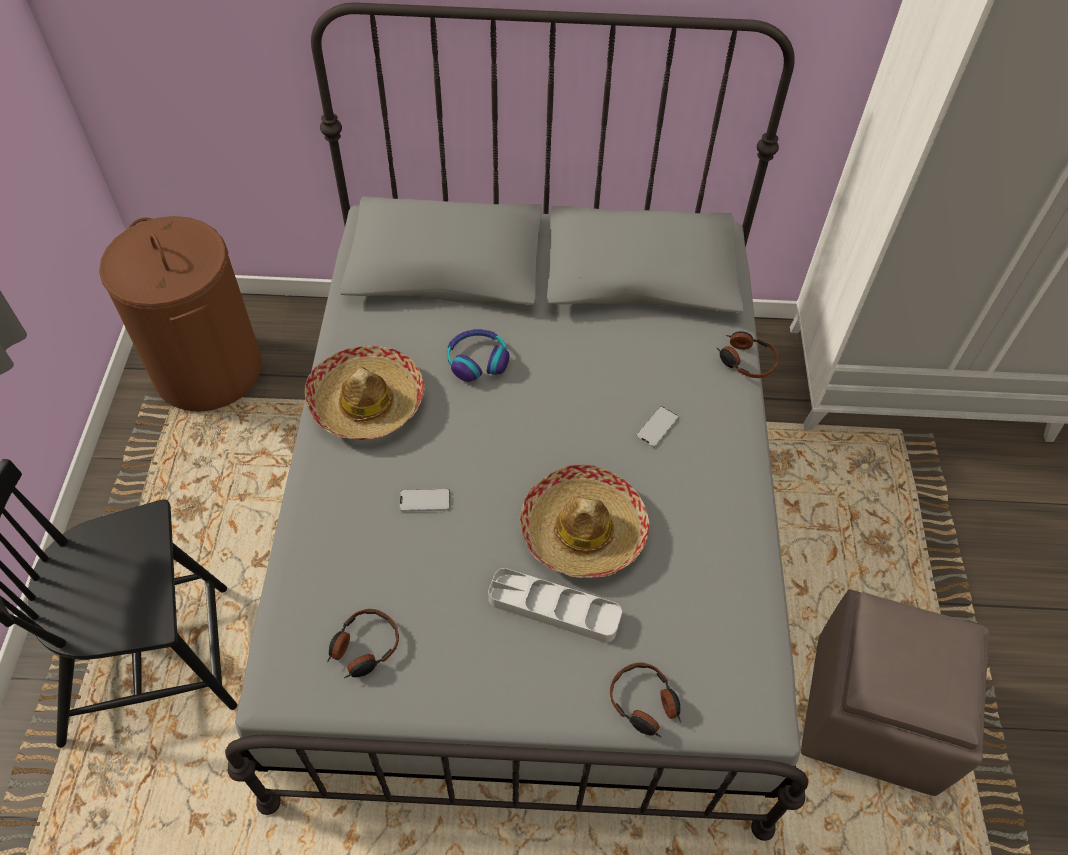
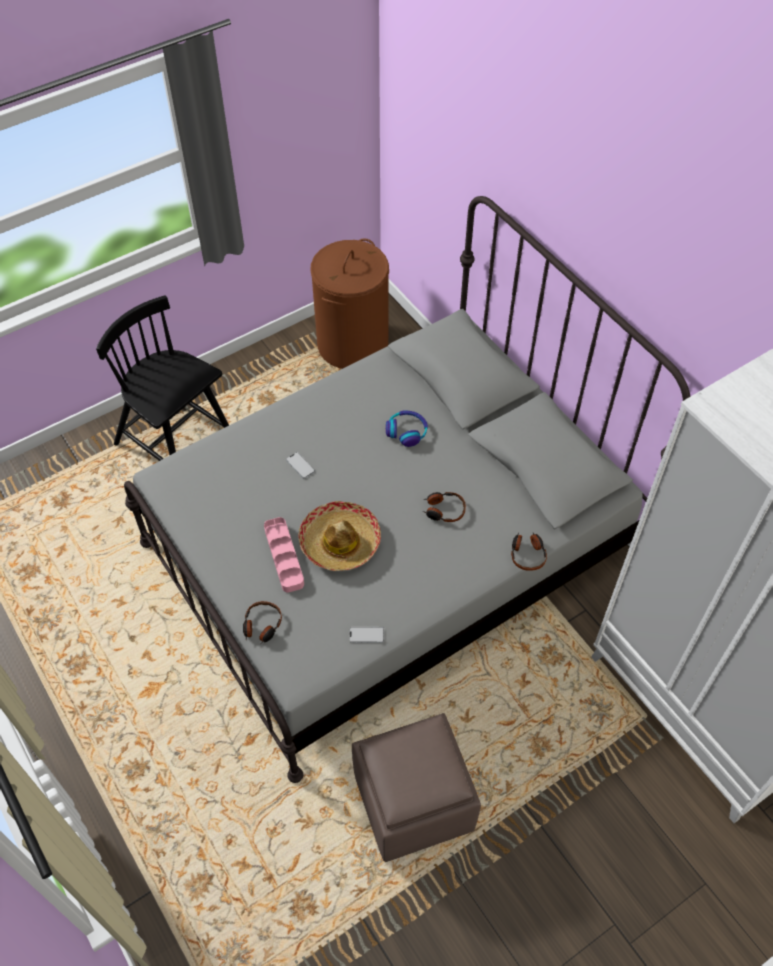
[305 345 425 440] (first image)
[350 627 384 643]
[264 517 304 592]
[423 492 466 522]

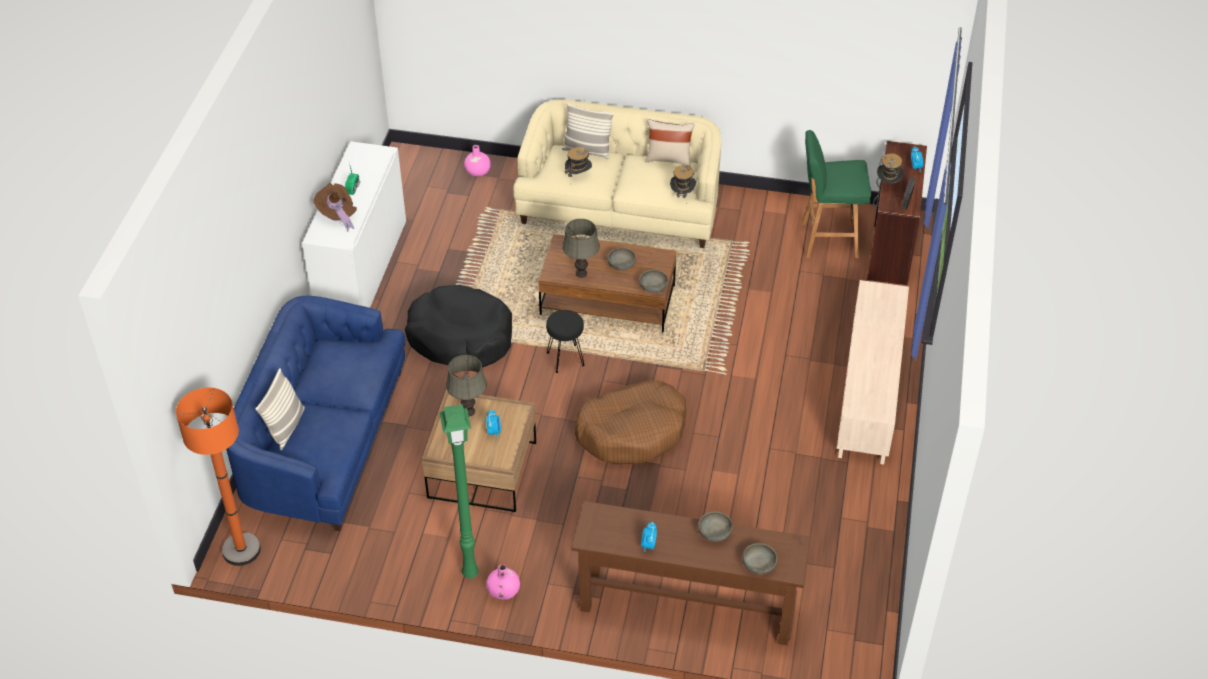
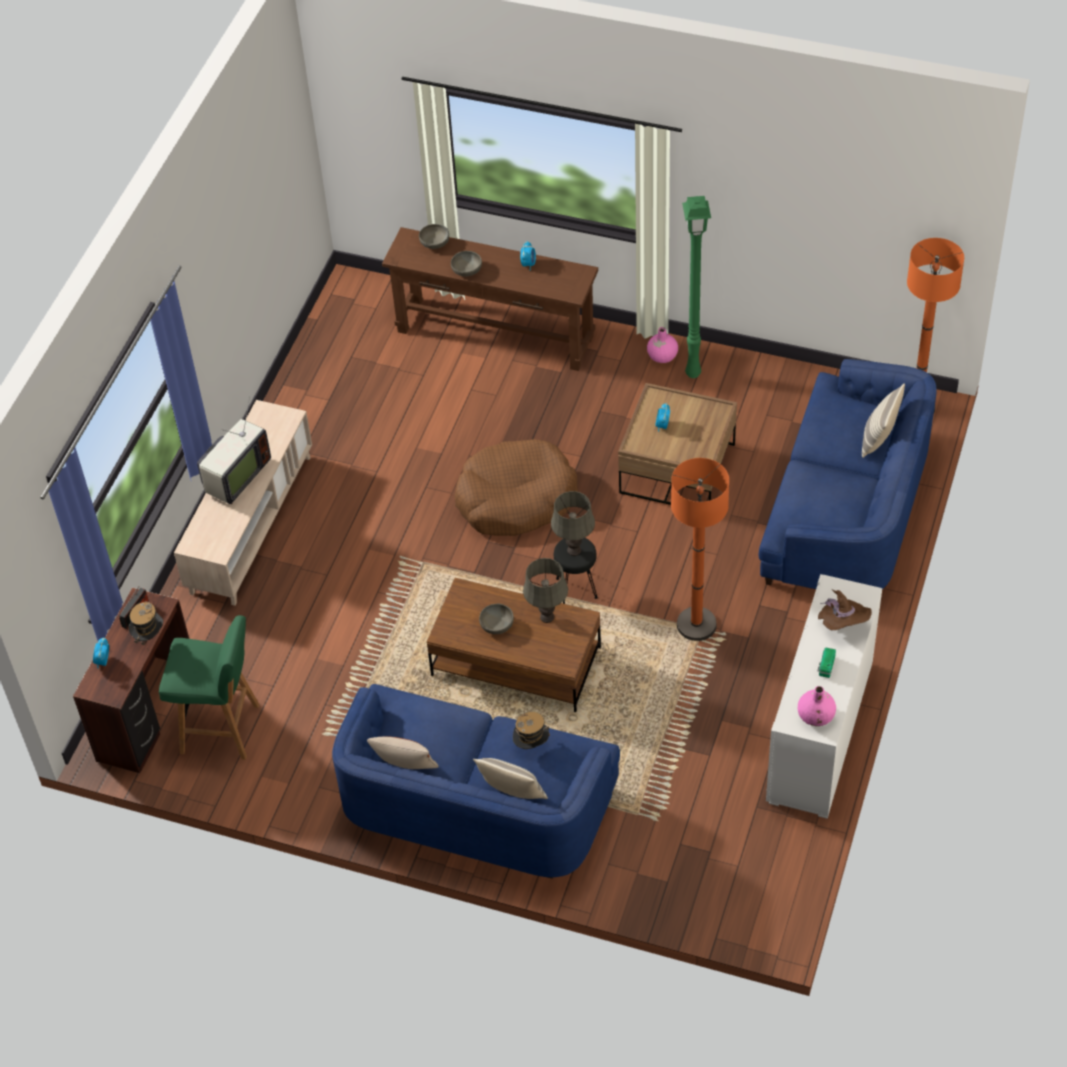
[332 684 620 879]
[798 686 836 726]
[670 165 696 198] (first image)
[639 270 668 293] (first image)
[671 458 729 641]
[551 491 595 556]
[197 397 271 504]

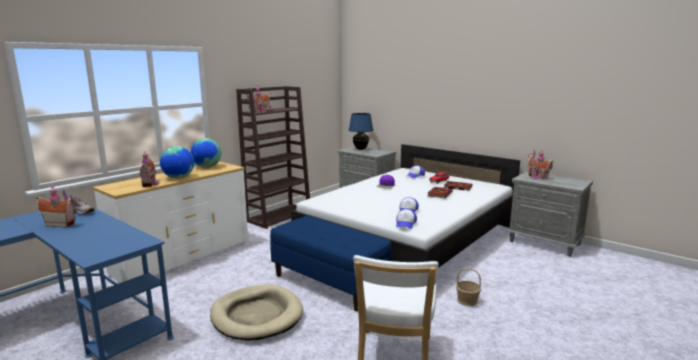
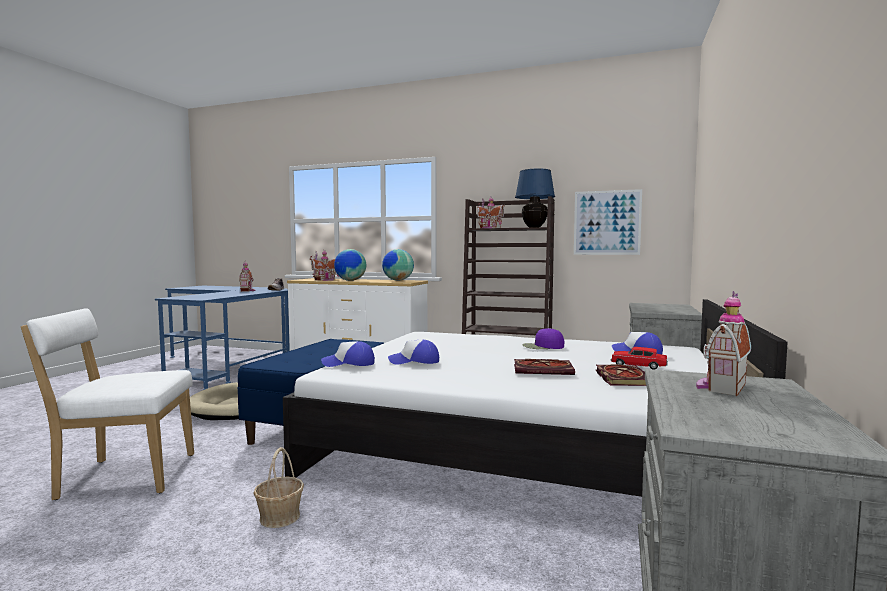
[515 169 555 228]
[574 189 642 255]

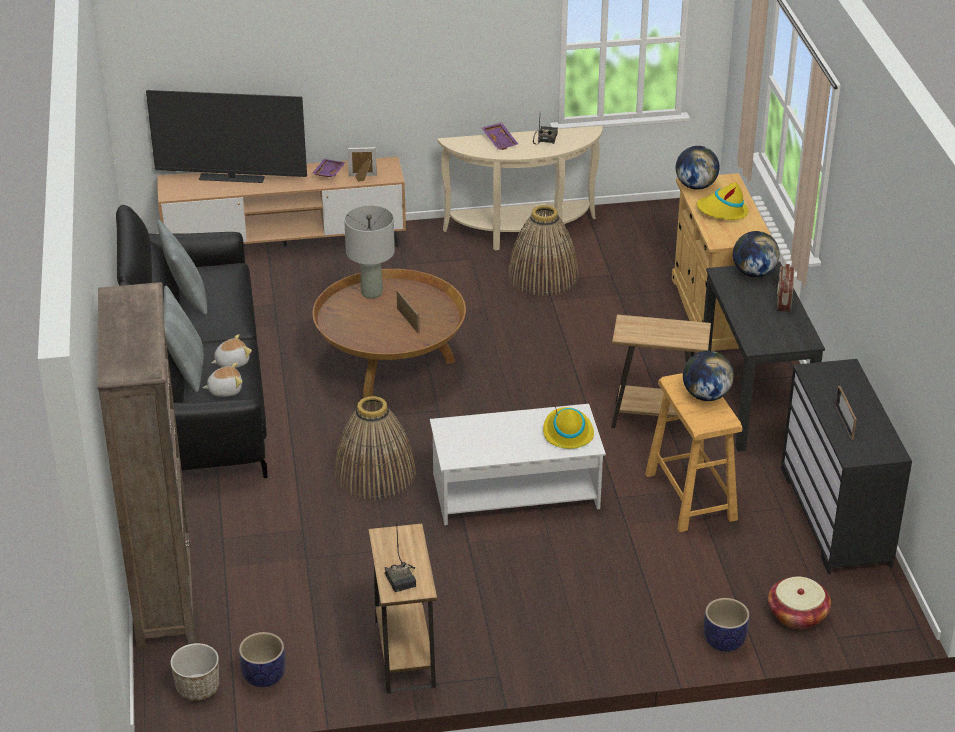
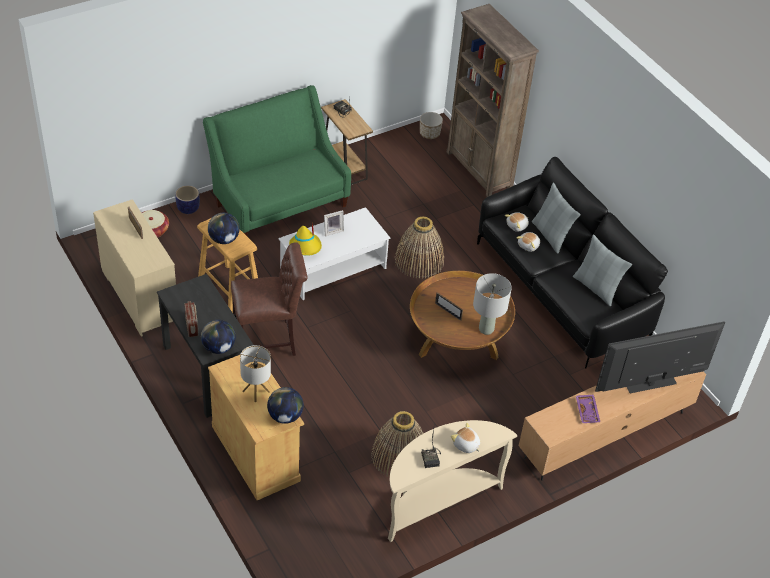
[451 423 480 453]
[324 210 344 236]
[240 345 271 403]
[231 243 308 356]
[93 199 176 337]
[239 632 285 687] (first image)
[203 85 351 236]

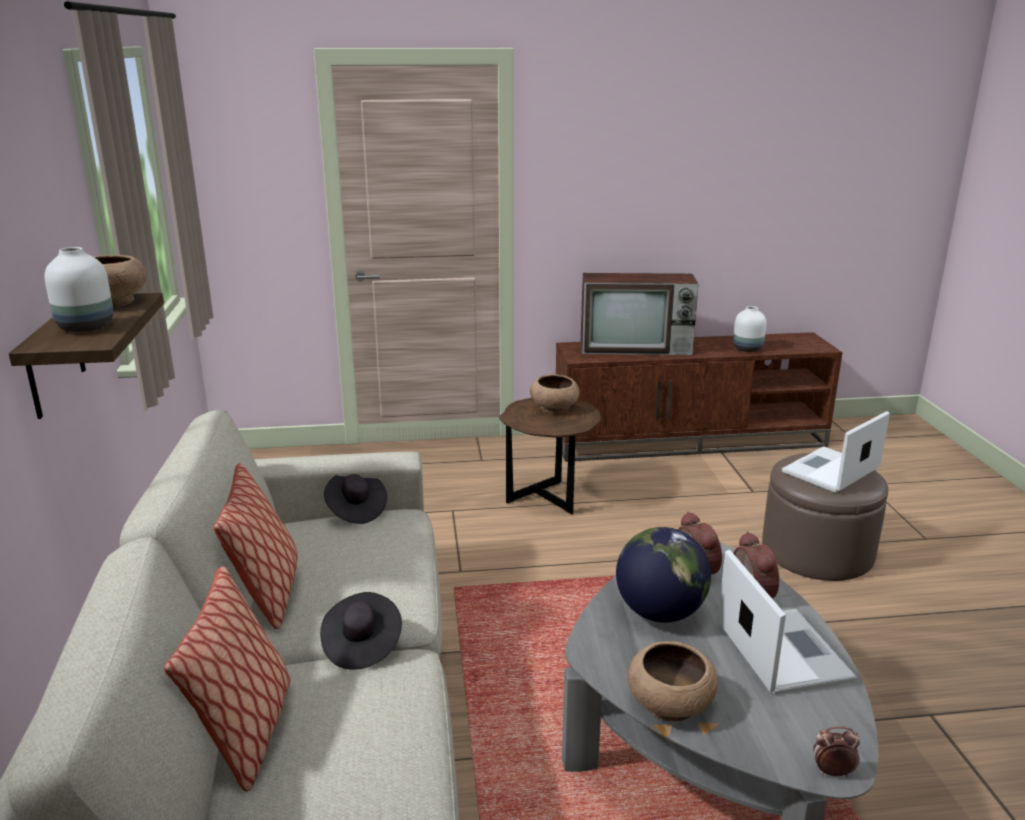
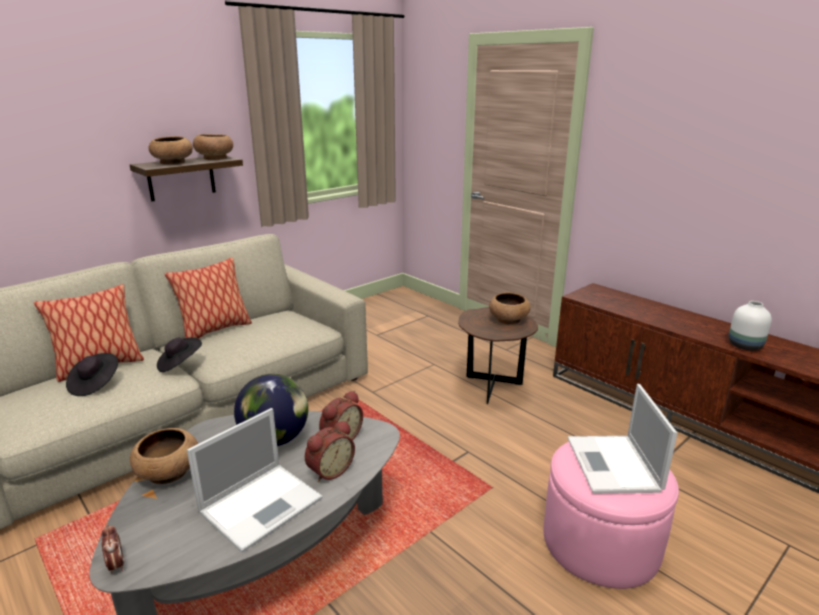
[148 136 193 165]
[581 273 699 355] (first image)
[568 384 678 494]
[543 442 679 589]
[66 353 118 396]

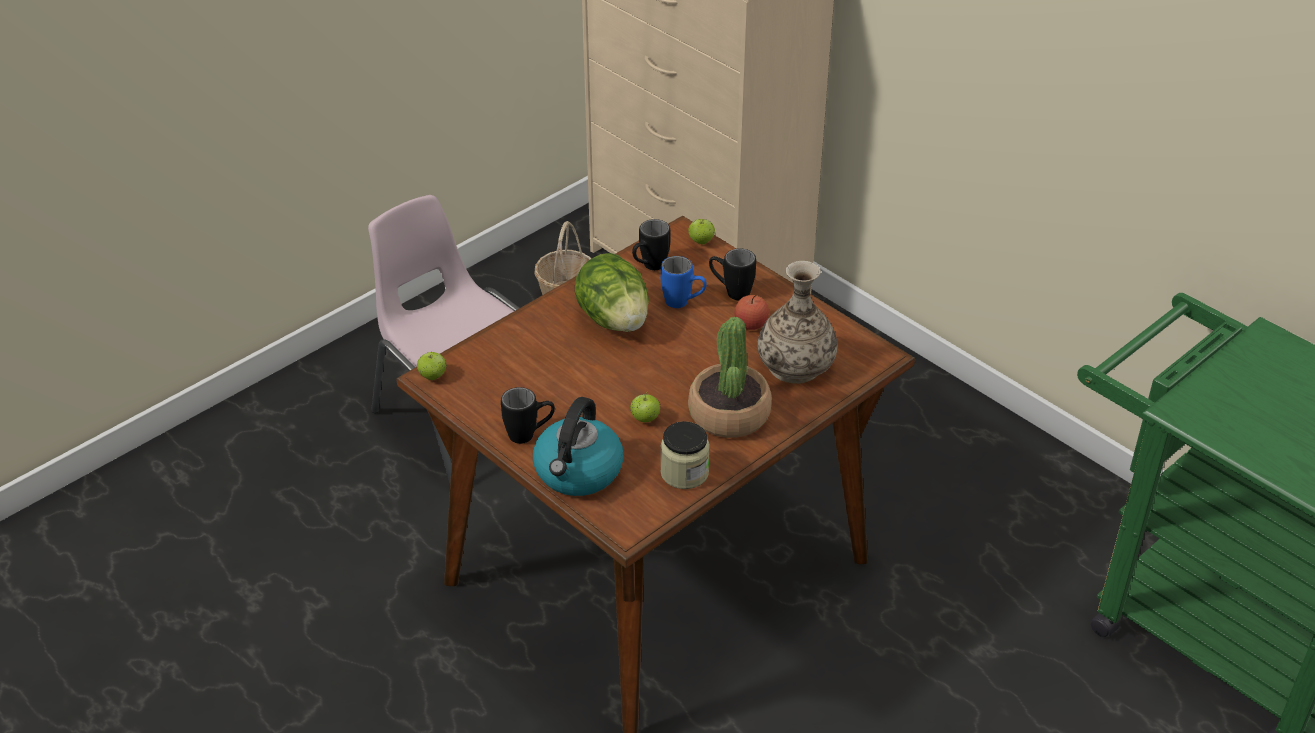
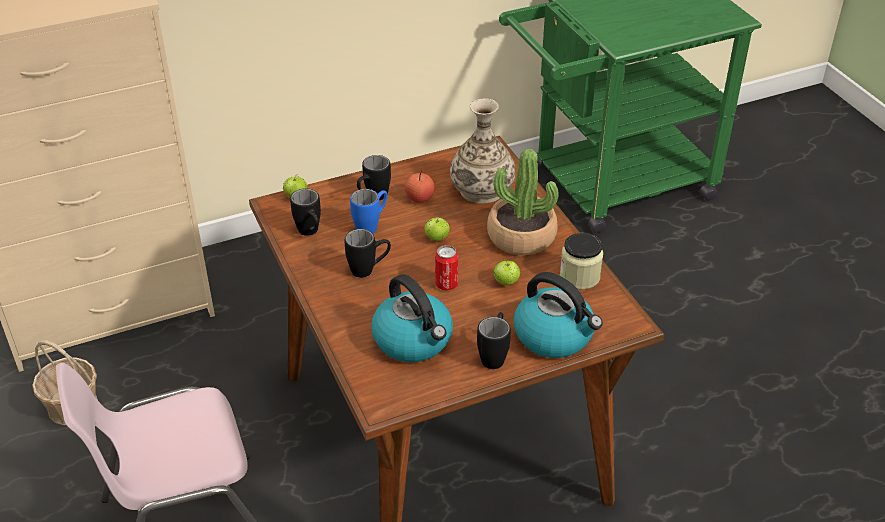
[345 229 391 278]
[424 217 450 241]
[435 245 458 290]
[371 274 453 362]

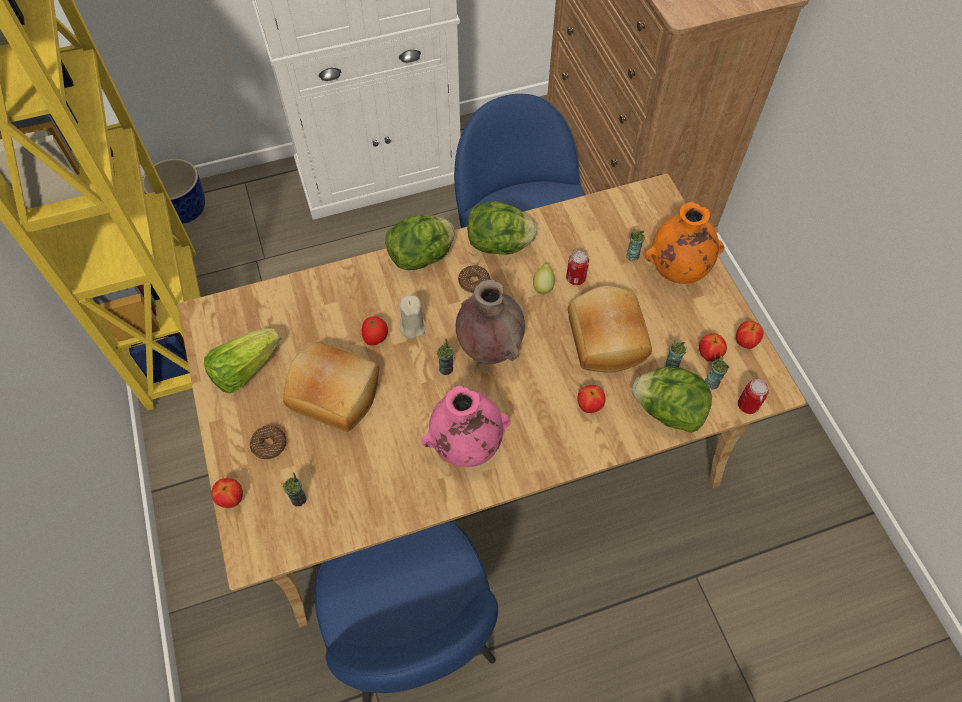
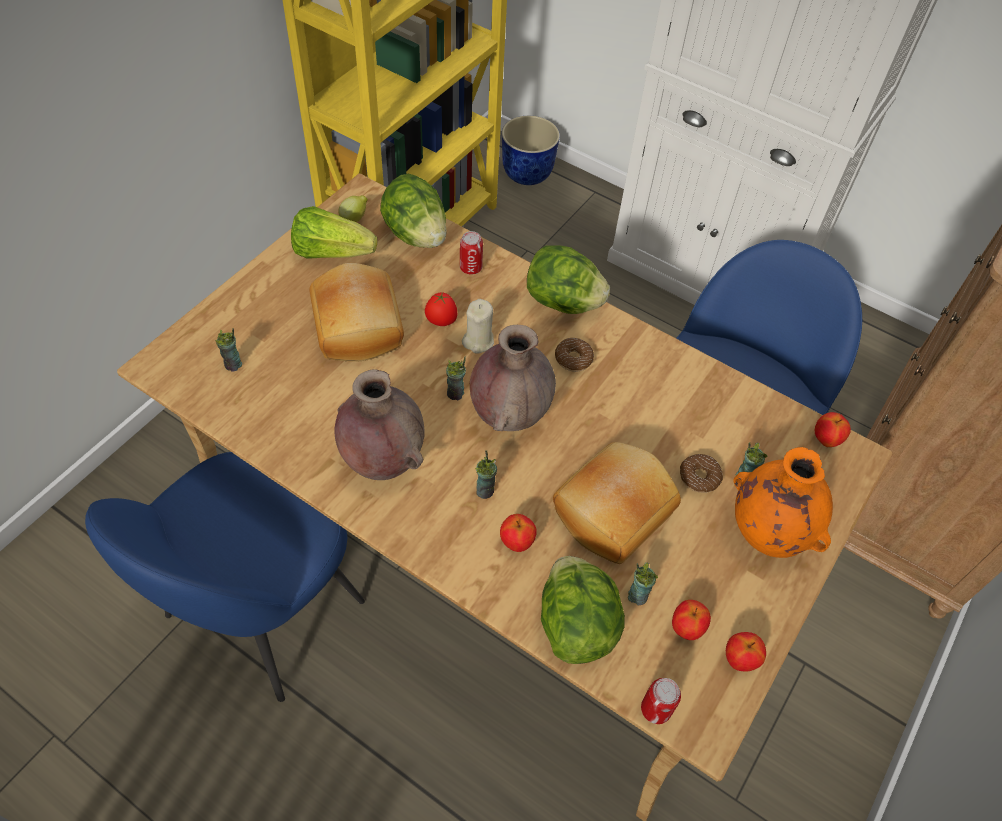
[380 174 447 248]
[460 231 483 275]
[338 195 368 222]
[475 450 497 499]
[334 369 425 480]
[680 454 723 493]
[815 412 851 447]

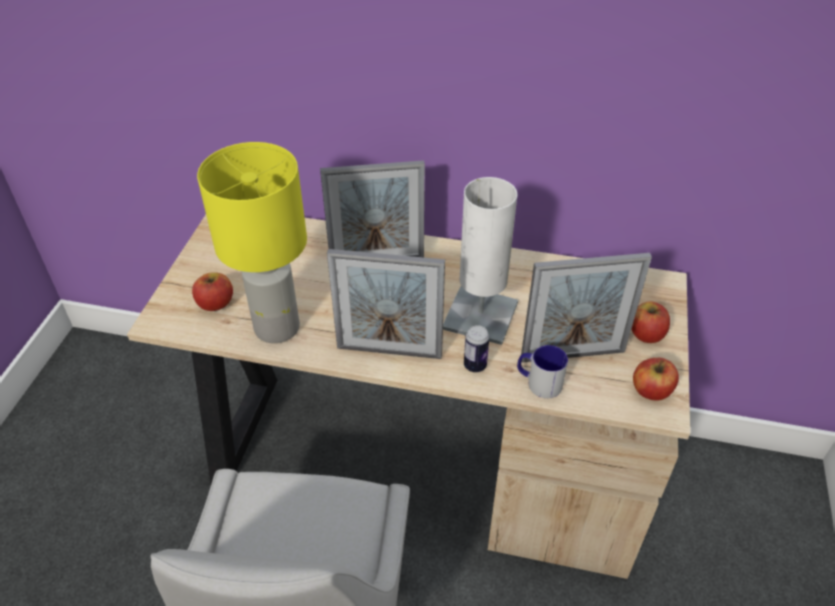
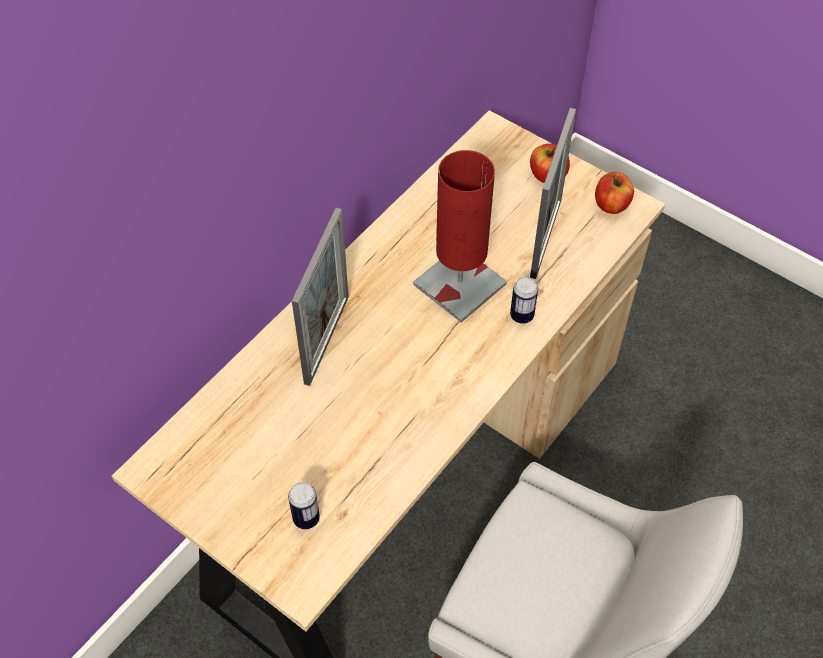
[197 142 307 343] (first image)
[413 150 507 323]
[327 249 445 359] (first image)
[288 482 320 529]
[517 345 568 398] (first image)

